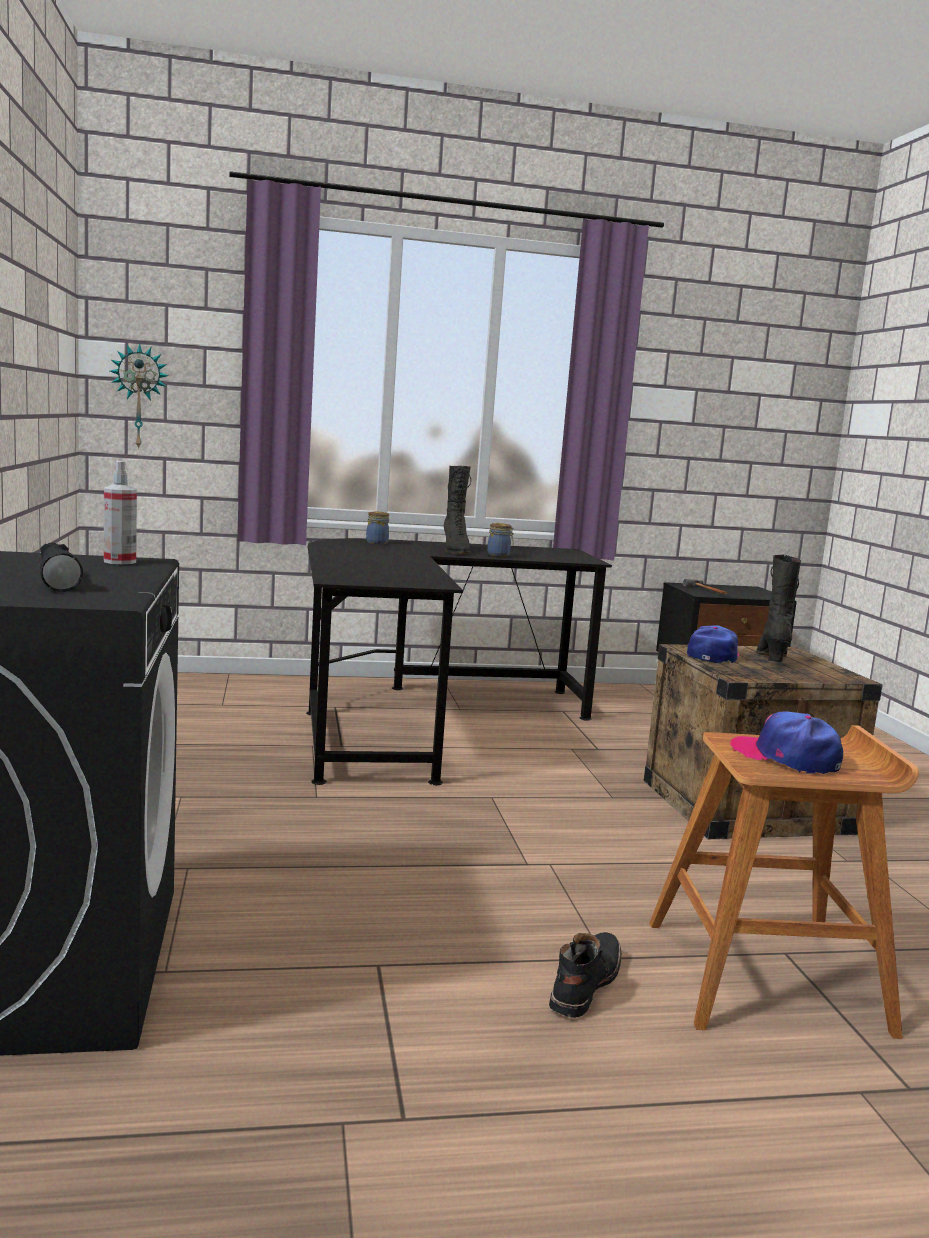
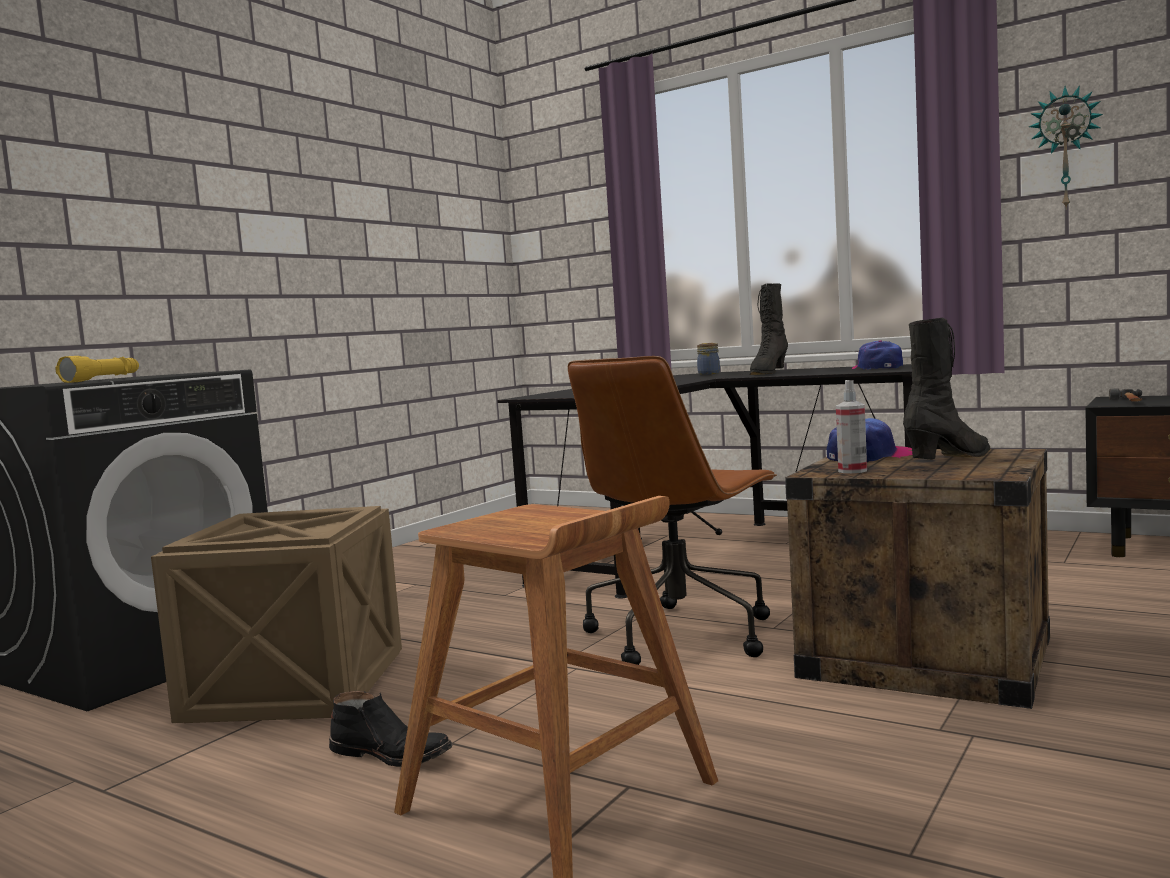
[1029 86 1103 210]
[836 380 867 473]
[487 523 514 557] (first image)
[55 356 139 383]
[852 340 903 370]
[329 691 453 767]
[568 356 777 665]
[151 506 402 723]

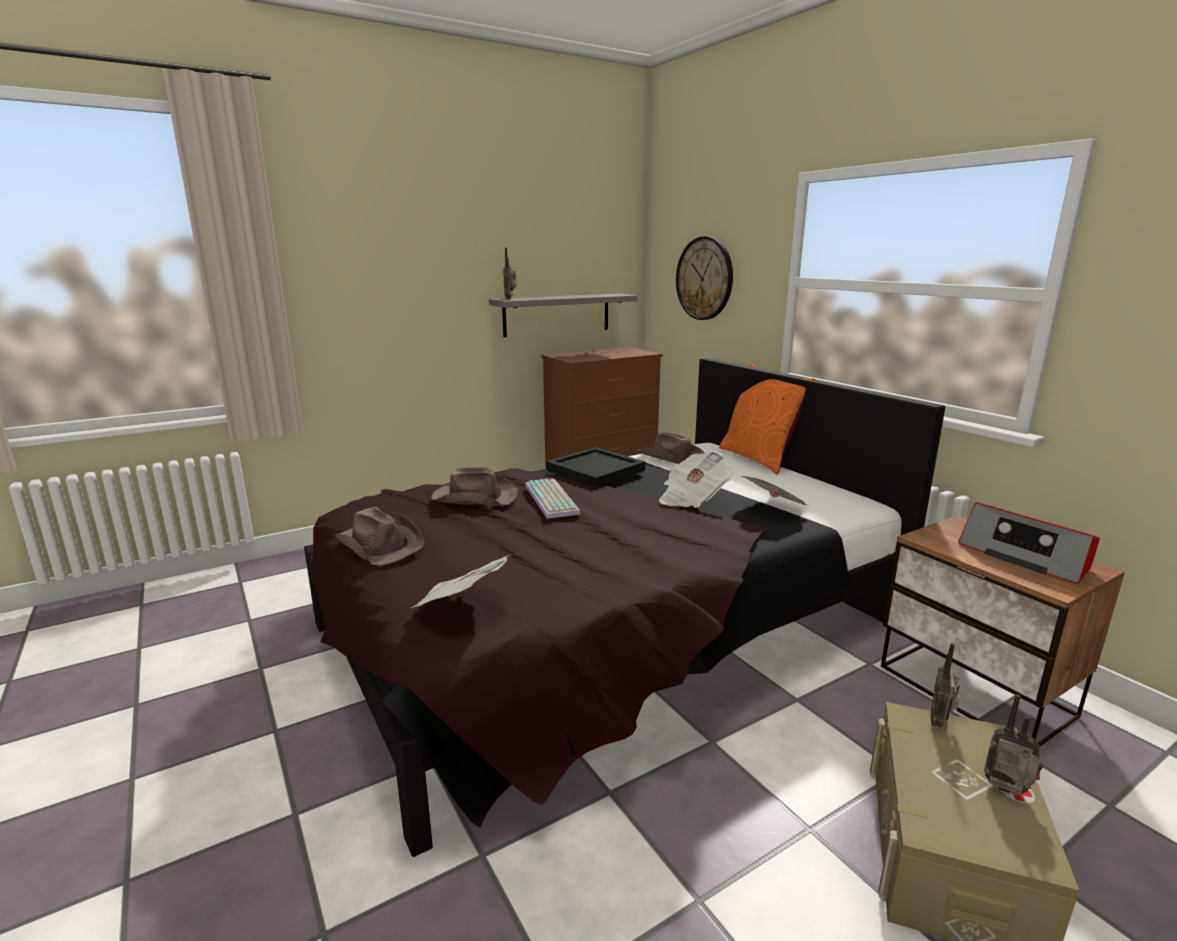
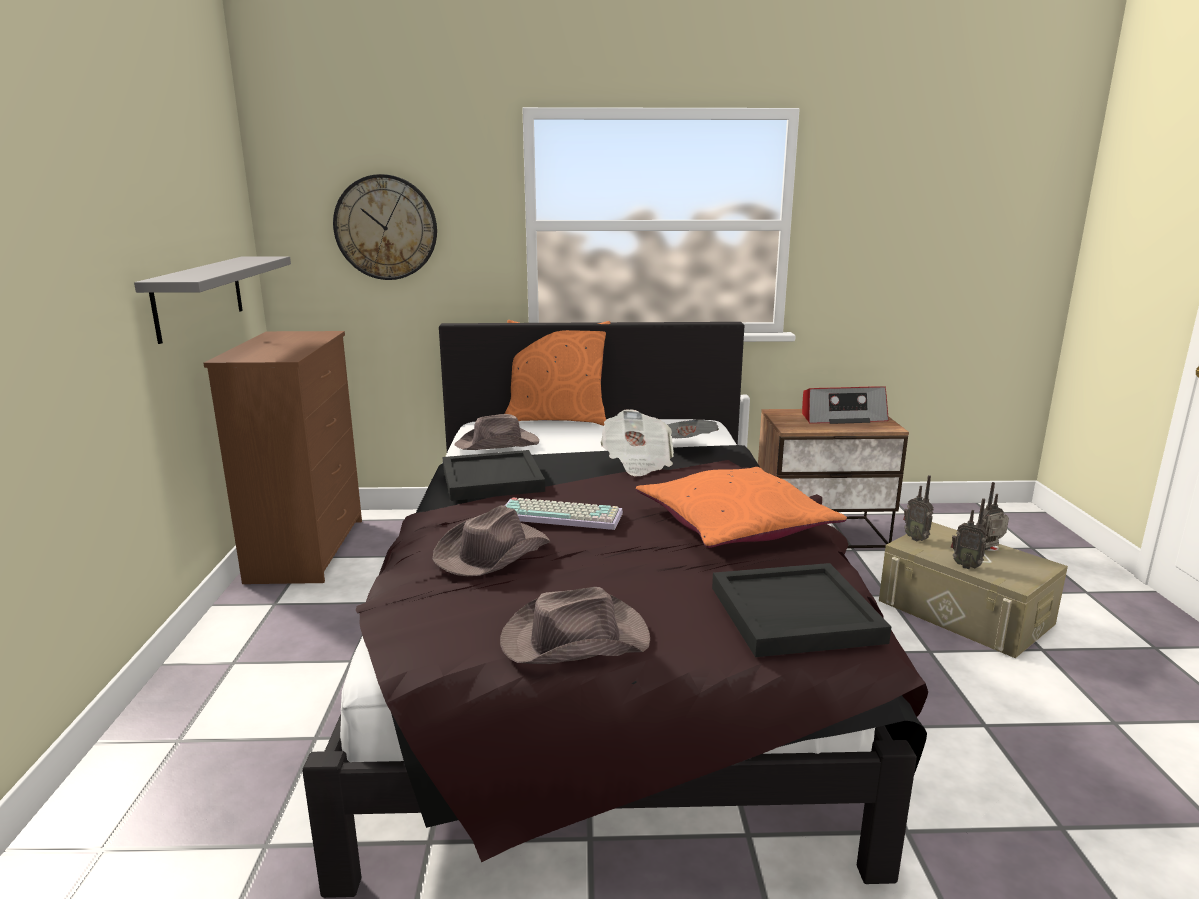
[951 498 988 569]
[712 563 891 657]
[636 467 847 548]

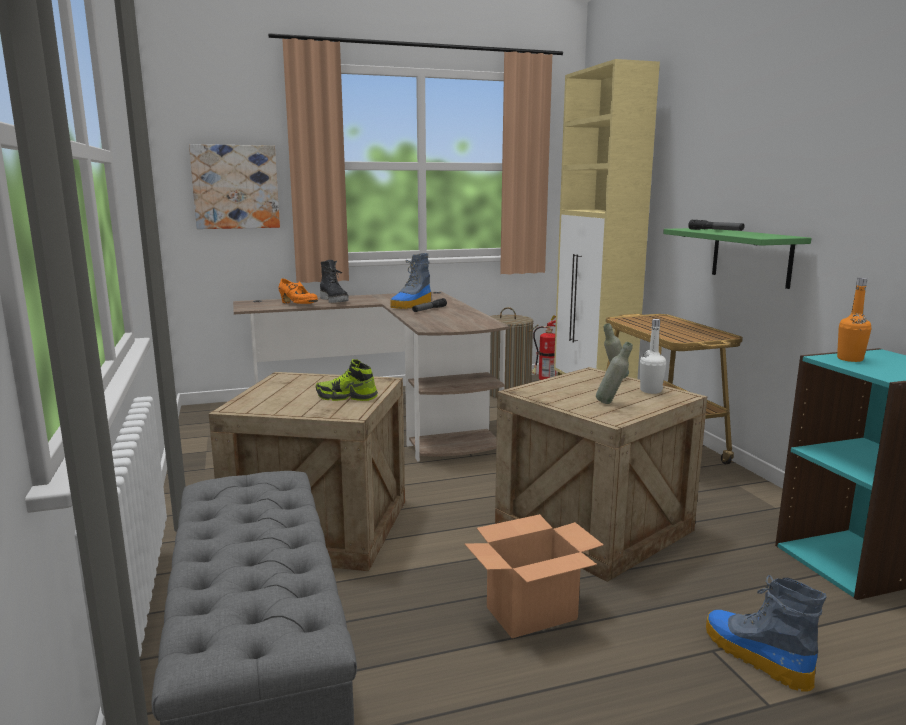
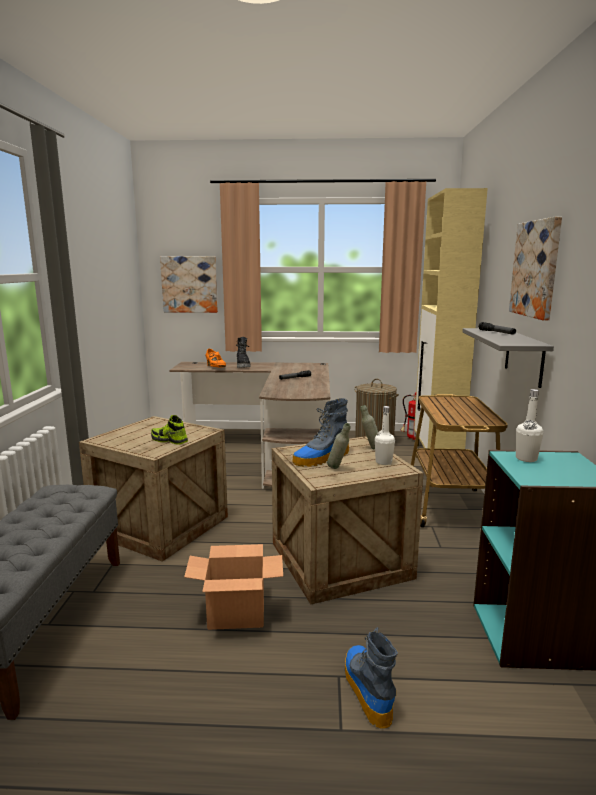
[462 328 554 388]
[292 398 349 467]
[516 389 543 462]
[509 217 562 320]

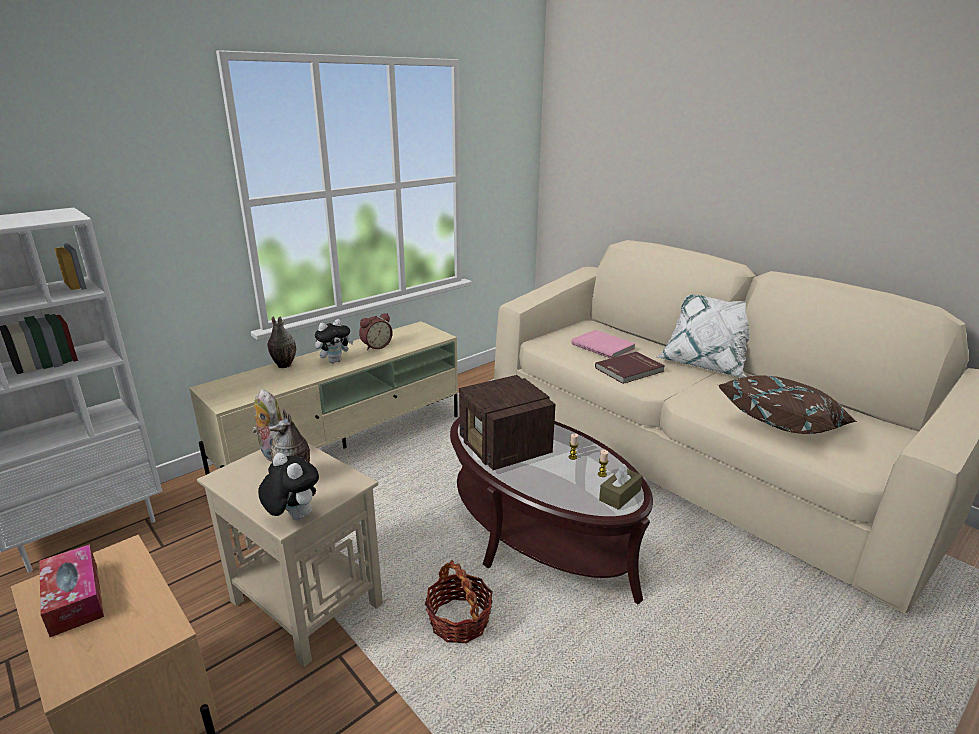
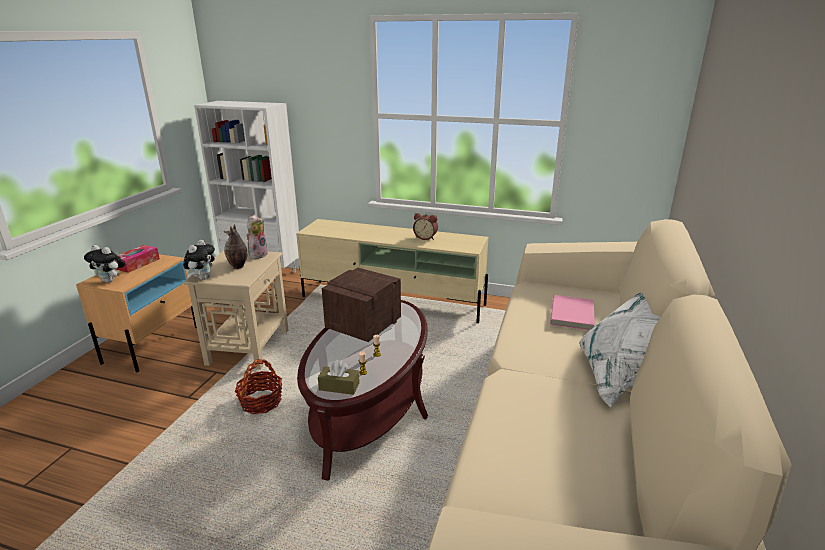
[267 316 296 368] (first image)
[84 245 125 283]
[595 352 665 384] (first image)
[718 375 857 434] (first image)

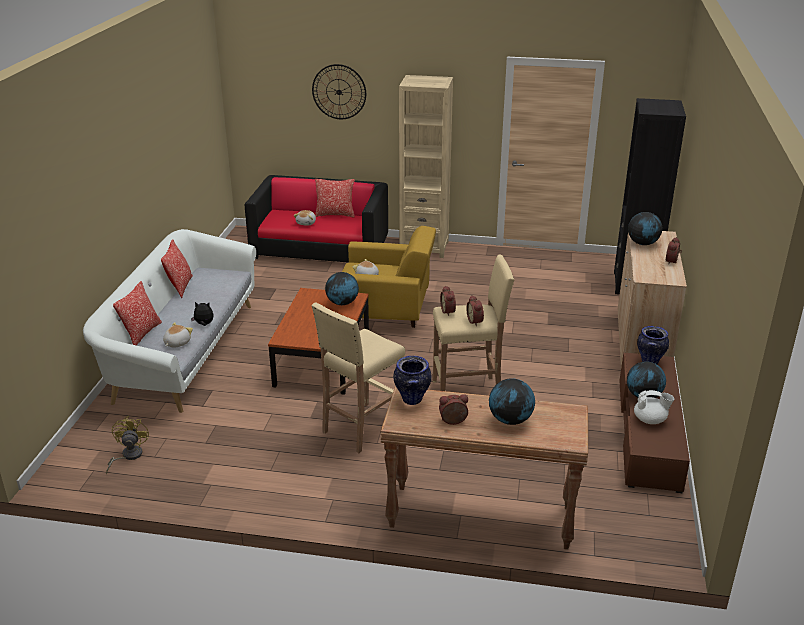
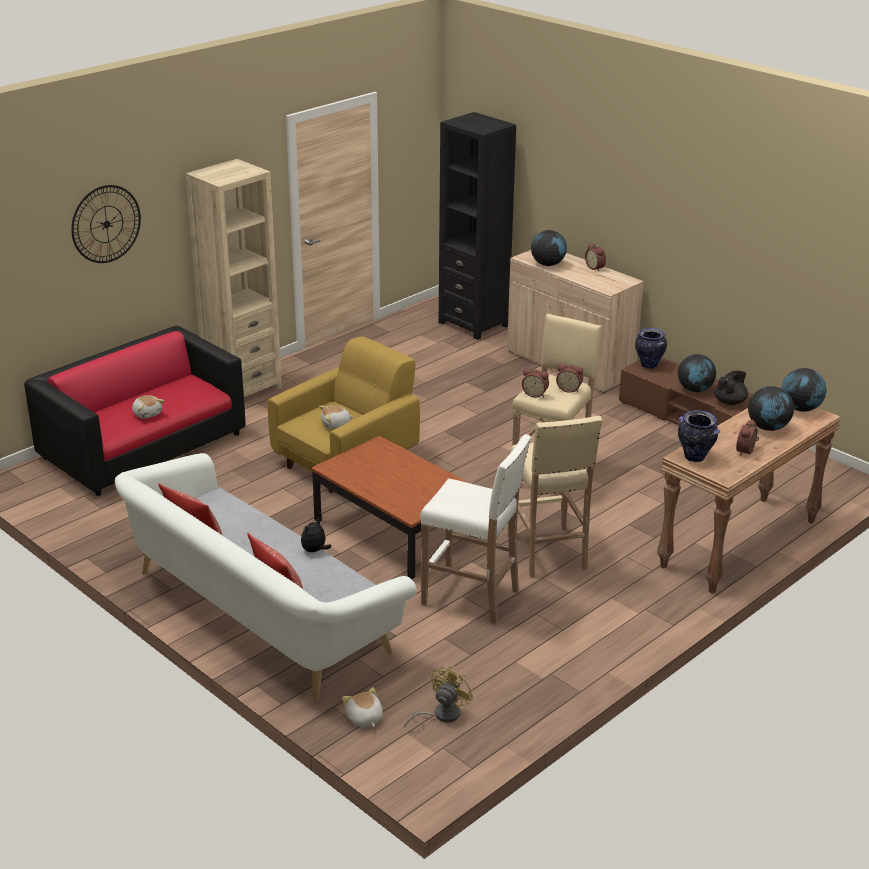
[315 179 355 217] (first image)
[781 368 826 412]
[342 687 383 727]
[714 371 748 405]
[404 666 473 727]
[420 434 531 625]

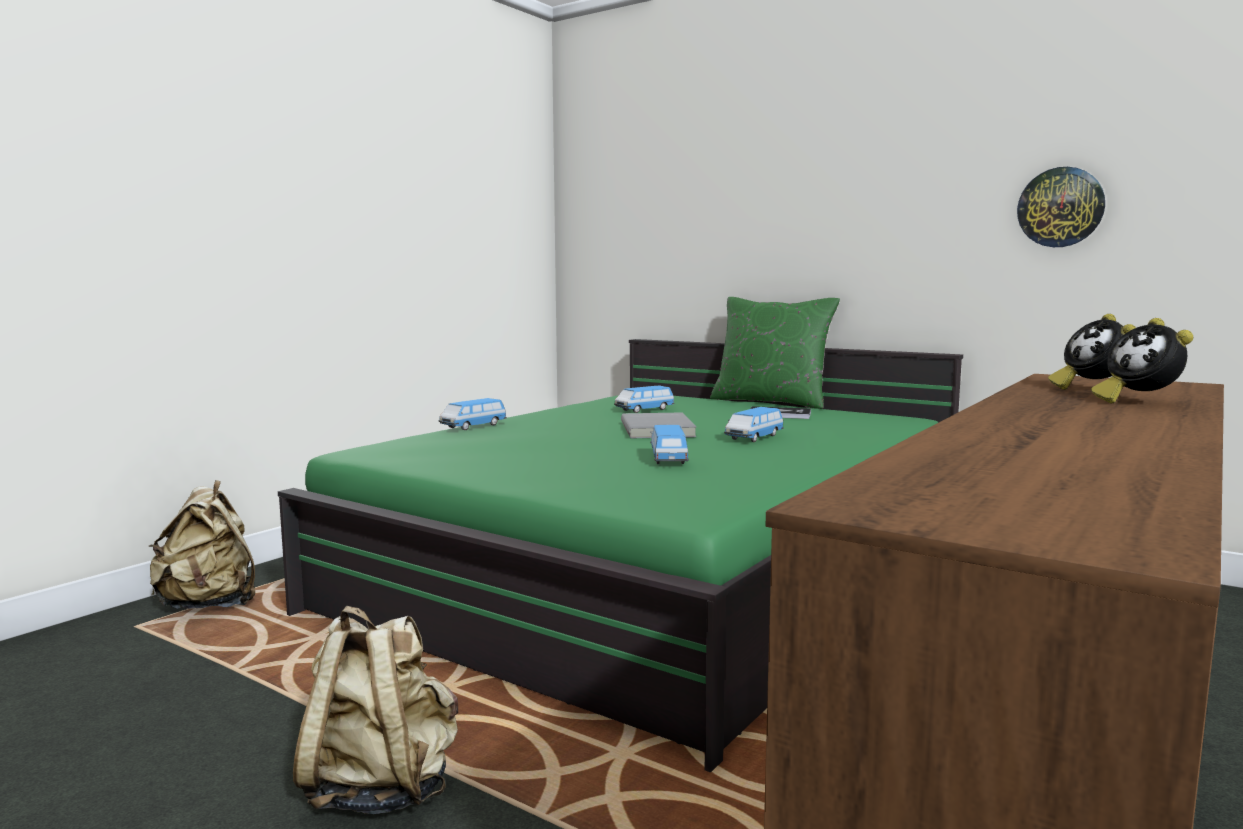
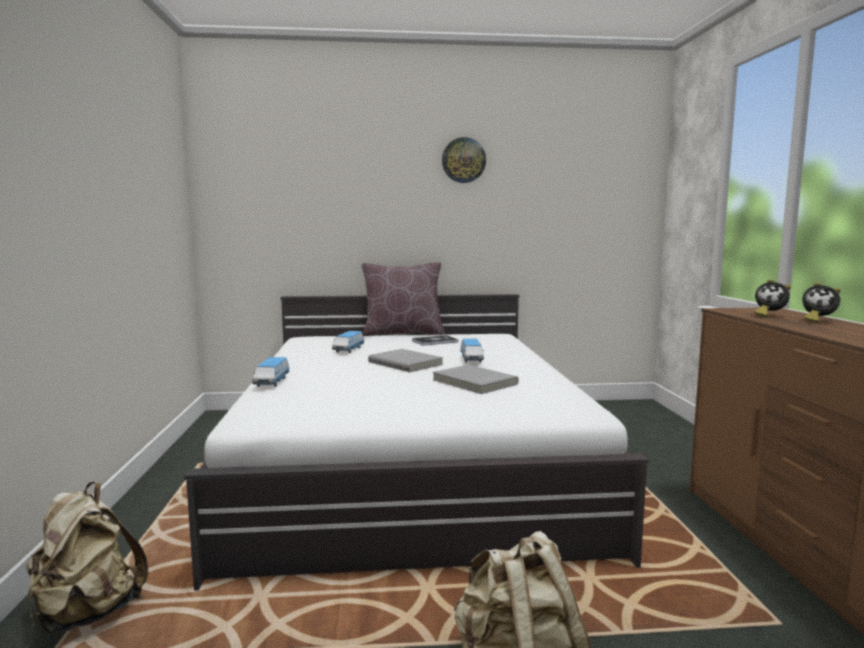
[442 137 486 183]
[362 262 445 336]
[184 294 649 591]
[433 365 519 394]

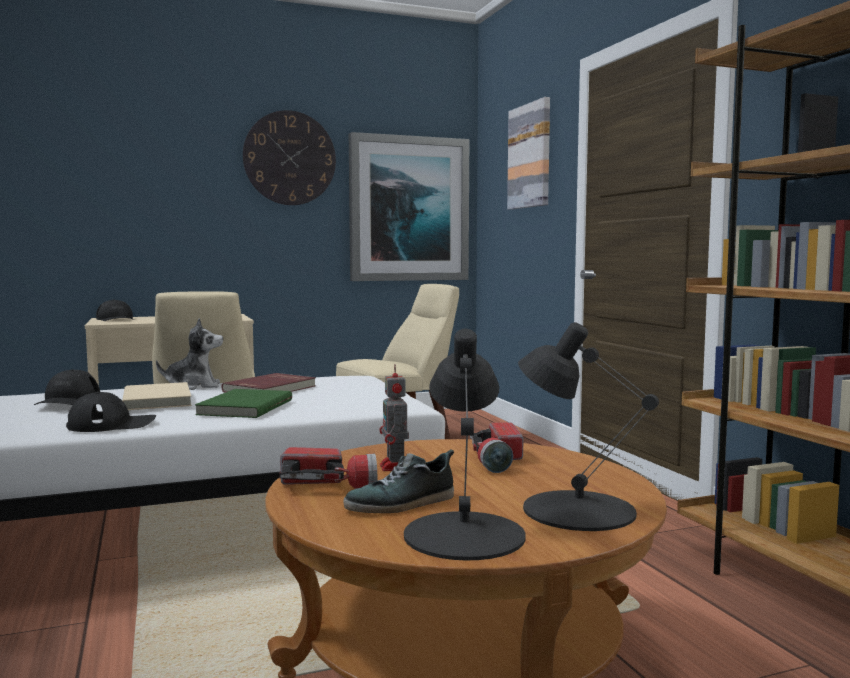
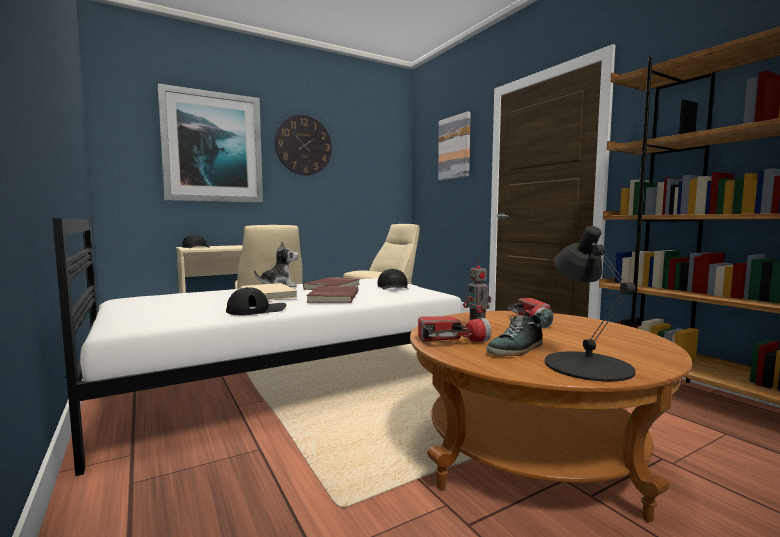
[158 84 263 202]
[518 322 659 531] (first image)
[378 269 408 289]
[306 286 358 303]

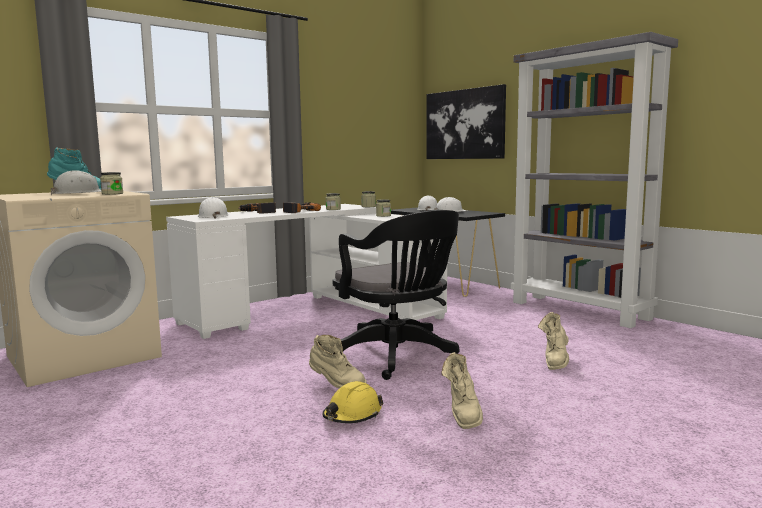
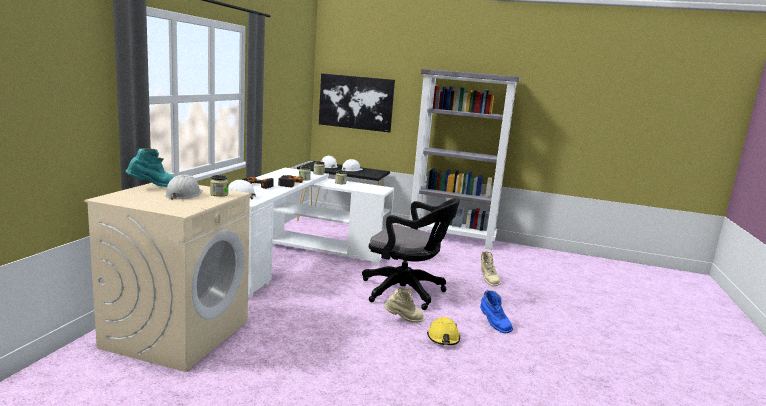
[480 290 513 334]

